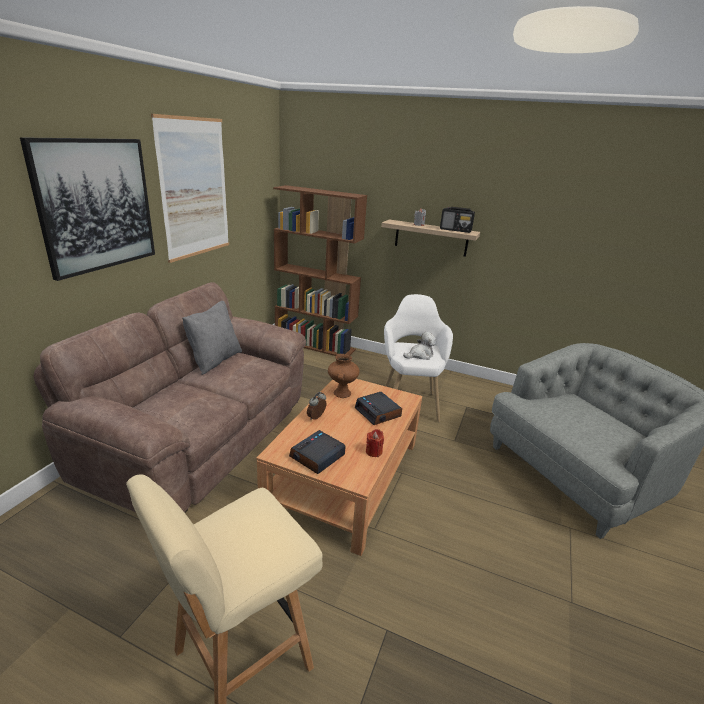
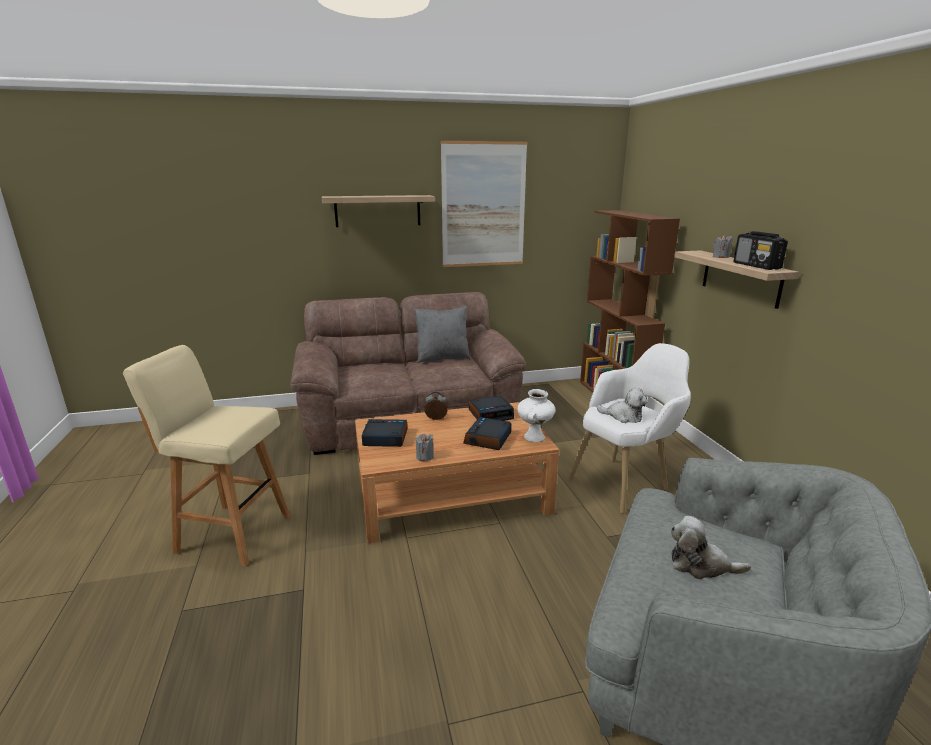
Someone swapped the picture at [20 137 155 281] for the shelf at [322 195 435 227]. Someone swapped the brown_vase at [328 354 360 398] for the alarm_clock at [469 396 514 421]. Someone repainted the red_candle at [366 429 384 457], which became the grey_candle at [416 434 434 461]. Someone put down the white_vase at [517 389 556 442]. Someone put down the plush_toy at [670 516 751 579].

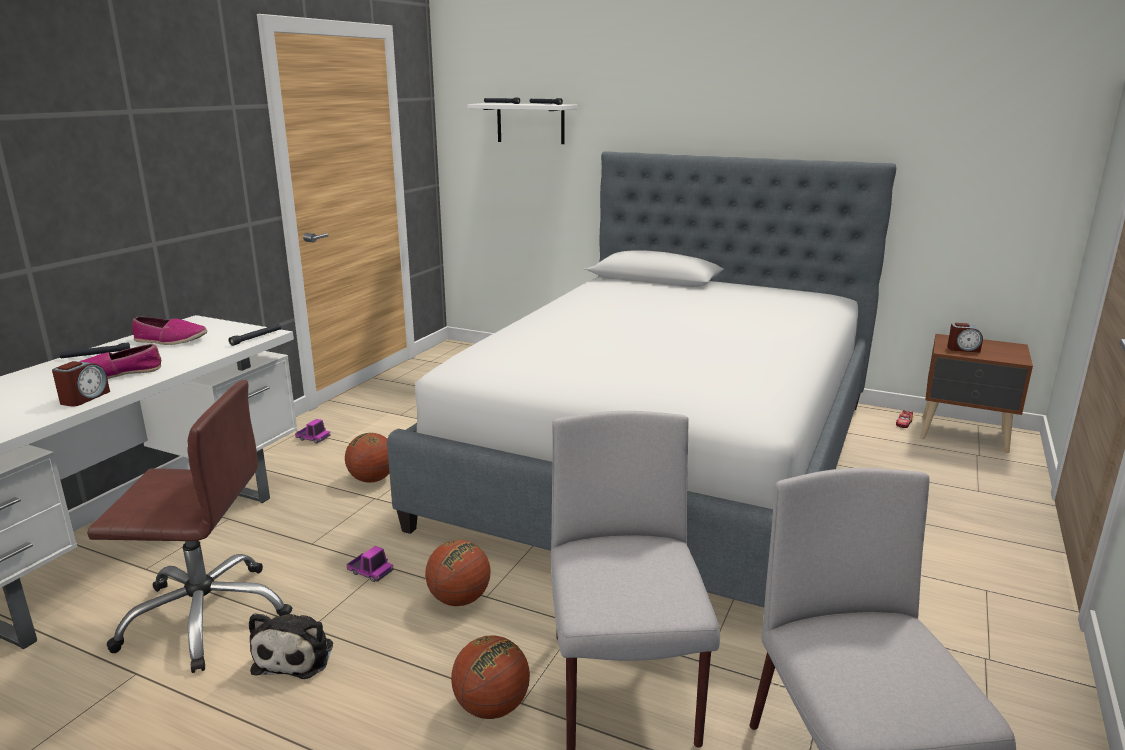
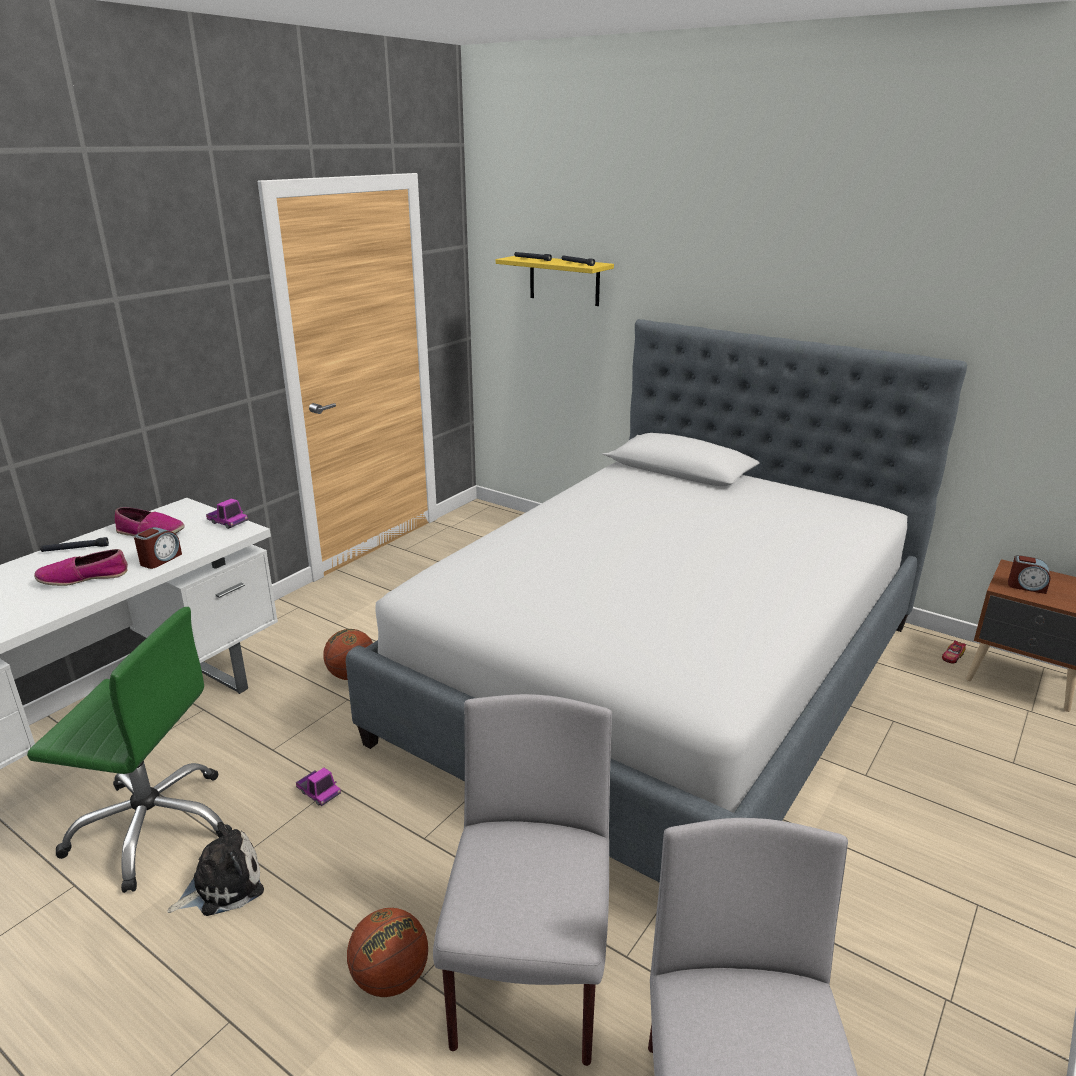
Someone repainted the white_shelf at [467 103 578 144], which became the yellow_shelf at [496 256 614 306]. Someone took away the black_flashlight at [229 324 281 346]. Someone carried the alarm_clock from [52 361 110 407] to [134 527 182 569]. Someone repainted the brown_office_chair at [87 380 292 673], which became the green_office_chair at [27 607 232 893]. Someone carried the toy_truck from [295 419 331 443] to [206 498 248 529]. Someone took away the basketball at [425 540 490 606]. Someone rotated the plush_toy at [249 613 333 679] by 135 degrees counterclockwise.

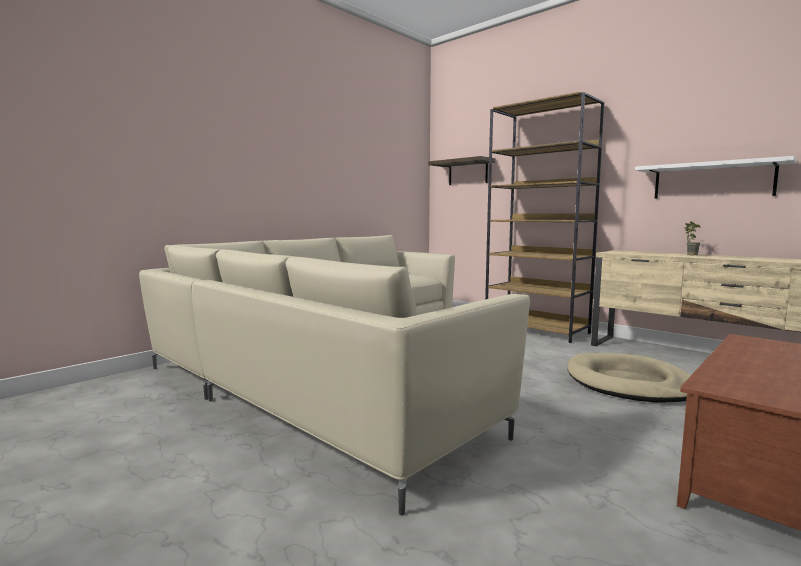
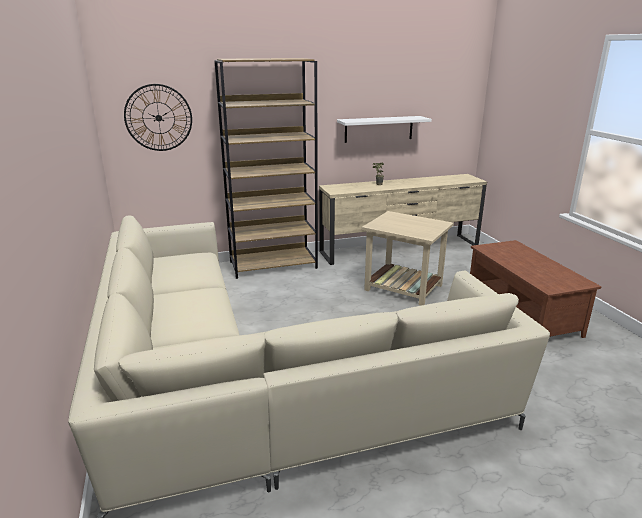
Someone swapped the shelf at [428 156 496 185] for the wall_clock at [124 84 192 151]. Someone swapped the beige_dog_bed at [568 353 691 403] for the beige_side_table at [361 211 454 305].

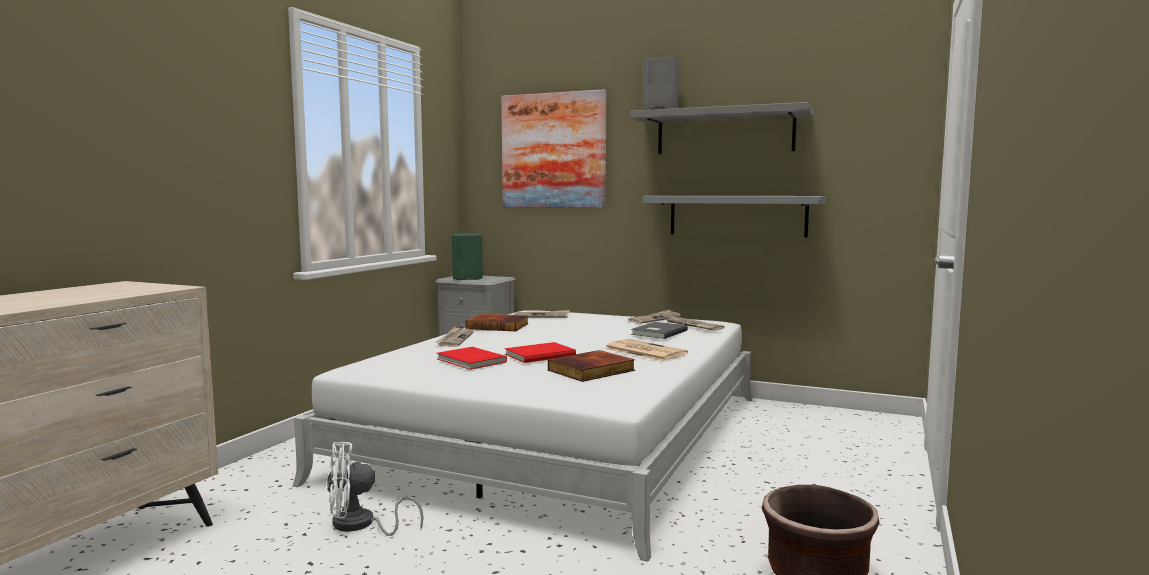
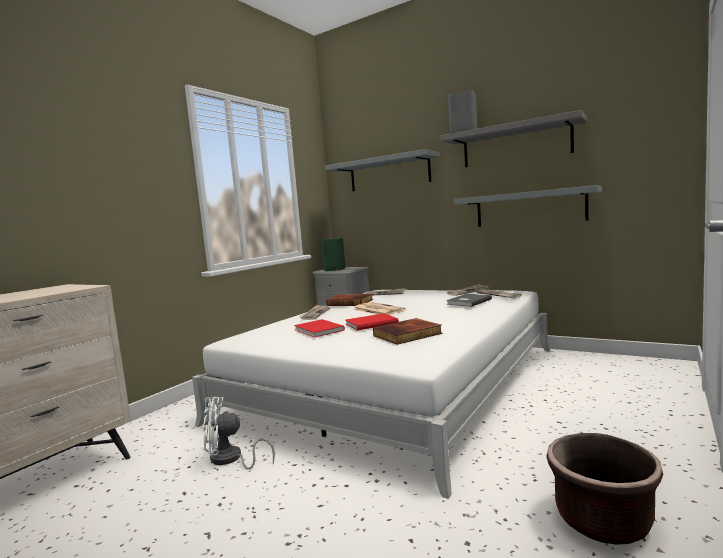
Someone swapped the picture at [501 89 607 208] for the grey_shelf at [325 149 440 191]. Someone carried the newspaper from [604 339 688 361] to [354 302 406 315].

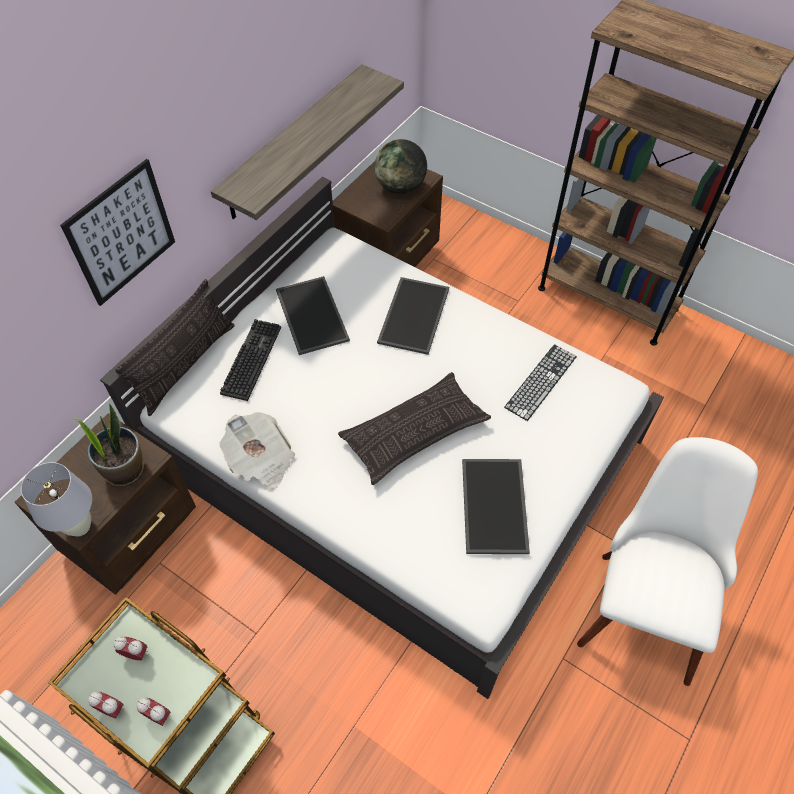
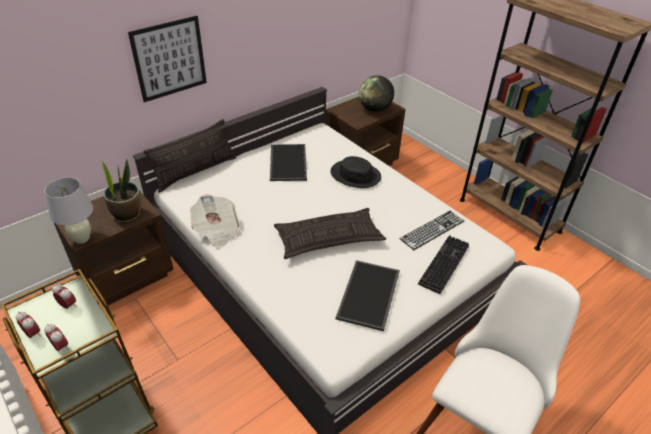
Someone took away the shelf at [211 64 404 220]. Someone swapped the tray at [377 277 449 355] for the black_hat at [331 156 381 188]. Someone carried the keyboard from [220 319 281 401] to [418 235 469 294].

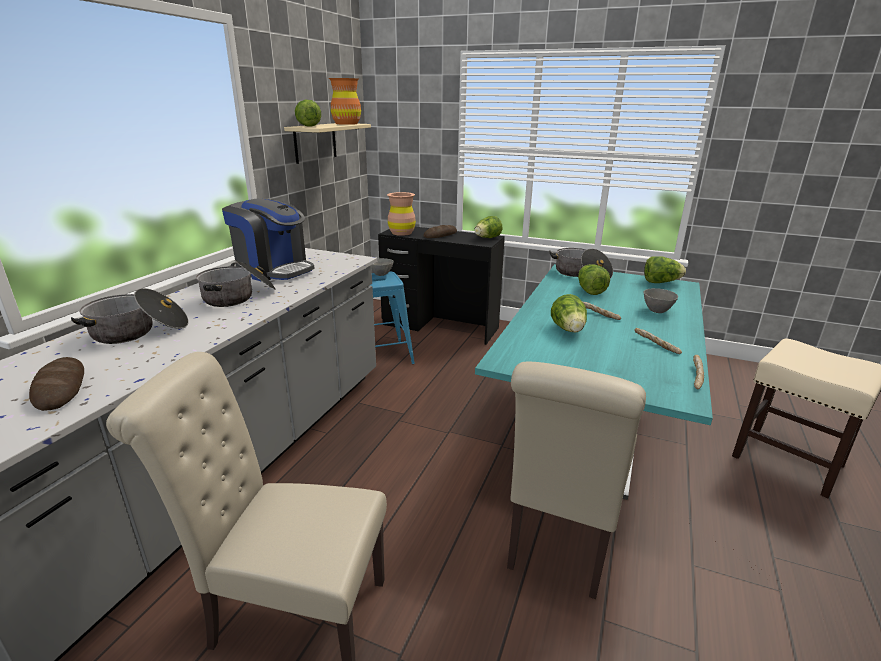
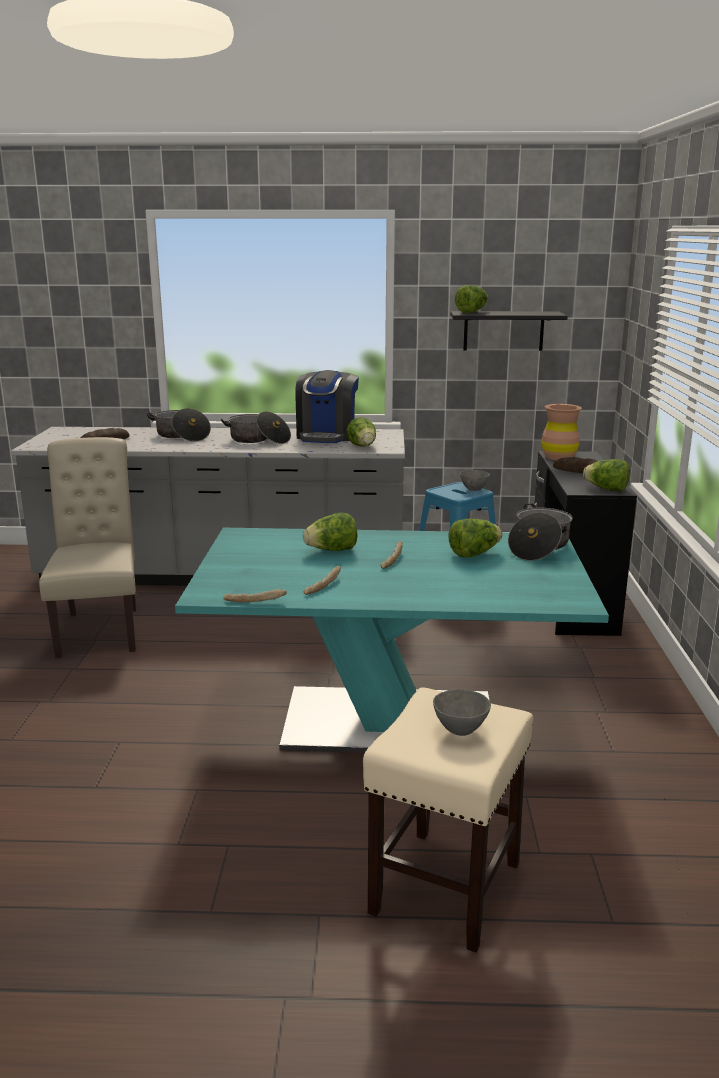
Someone took away the orange_vase at [329 78 361 125]. Someone repainted the beige_shelf at [284 123 371 164], which became the black_shelf at [450 311 568 351]. Someone carried the lettuce from [644 256 686 283] to [346 417 376 447]. Someone carried the grey_bowl from [644 288 678 313] to [433 689 491 736]. Someone took away the beige_chair at [507 362 646 599].

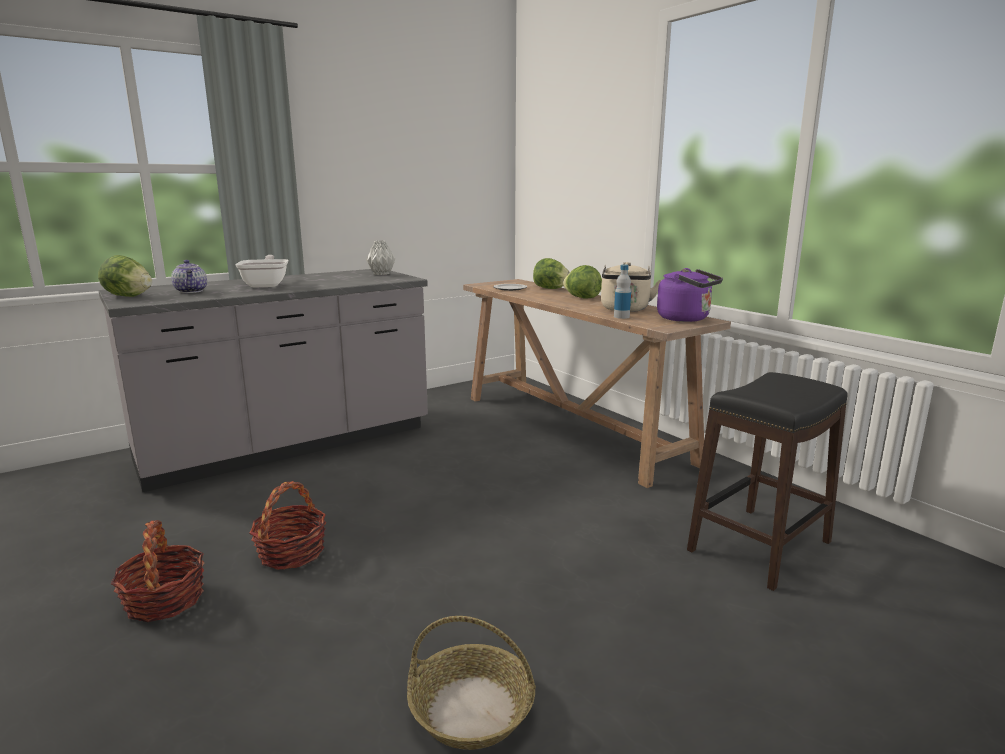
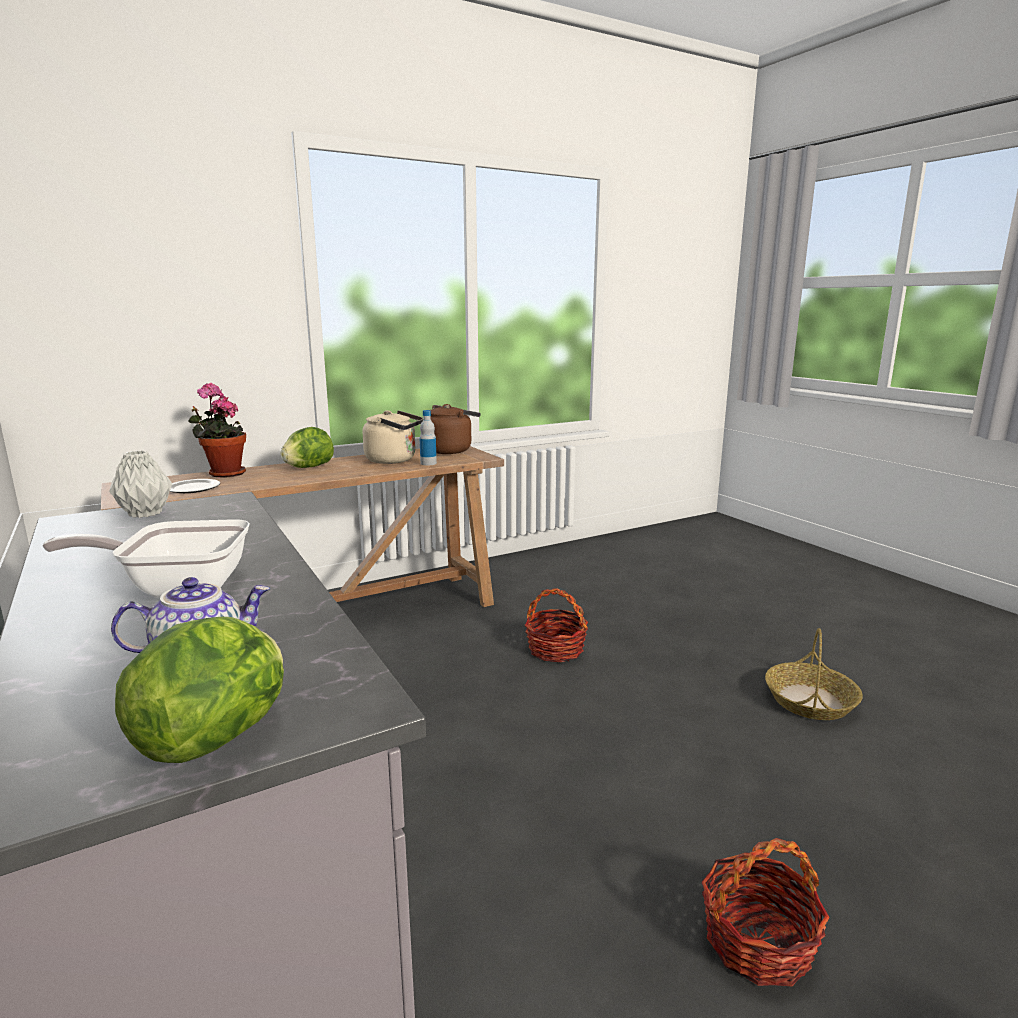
Someone swapped the lettuce at [533 258 570 289] for the potted_plant at [189 383 246 478]. Someone repainted the purple_kettle at [657 268 723 322], which became the brown_kettle at [430 404 481 454]. Someone took away the black_stool at [687 372 848 591]. Someone carried the basket from [249 481 326 570] to [525 588 588 662].

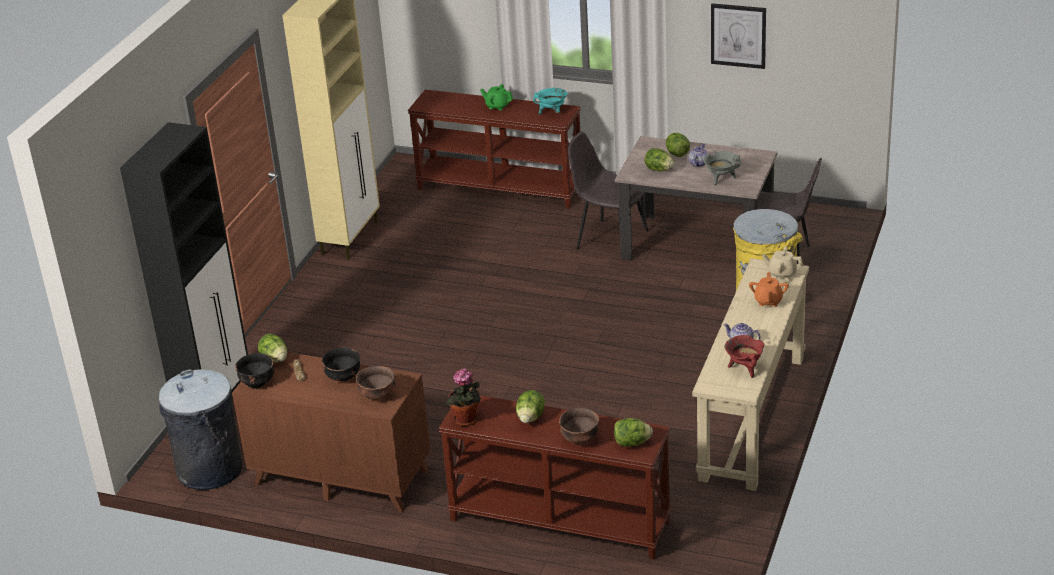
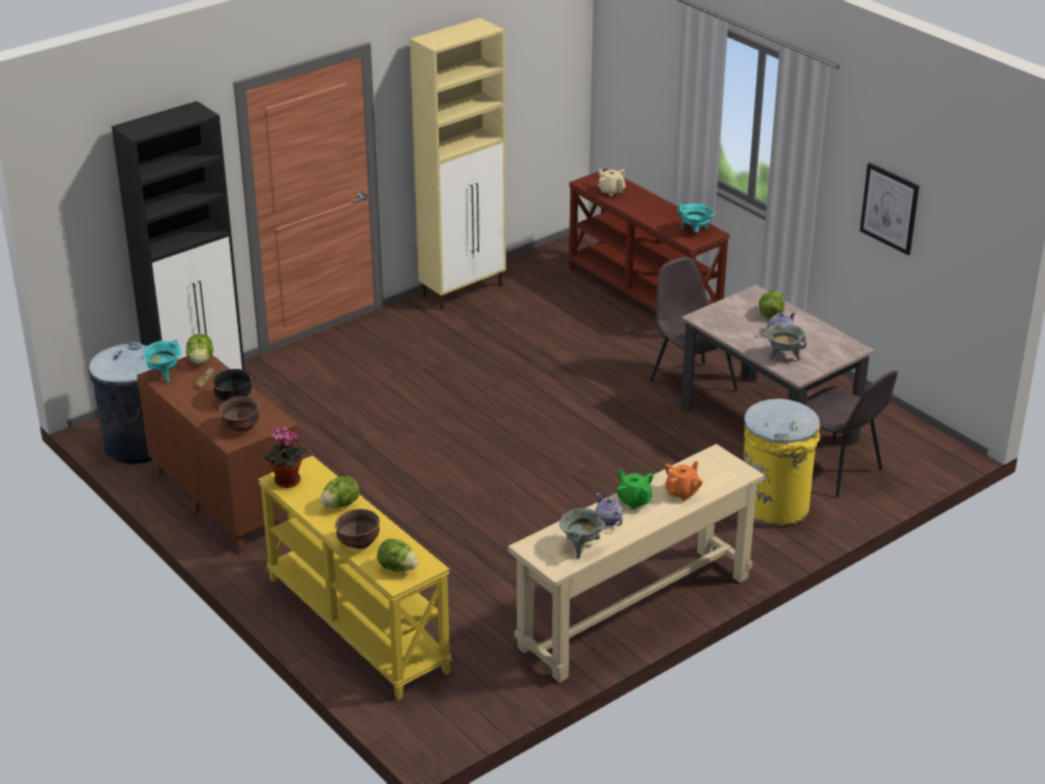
Someone carried the green_teapot from [480 84 513 111] to [616 470 653 509]. Someone took away the lettuce at [644 148 674 172]. Someone carried the beige_teapot from [762 247 803 279] to [598 168 626 196]. Someone repainted the red_cooking_pot at [724 335 765 378], which became the grey_cooking_pot at [559 508 605 559]. Someone swapped the black_bowl at [235 353 274 389] for the turquoise_cooking_pot at [143 339 182 383]. Someone repainted the brown_console_table at [439 395 671 559], which became the yellow_console_table at [258 455 452 700].

